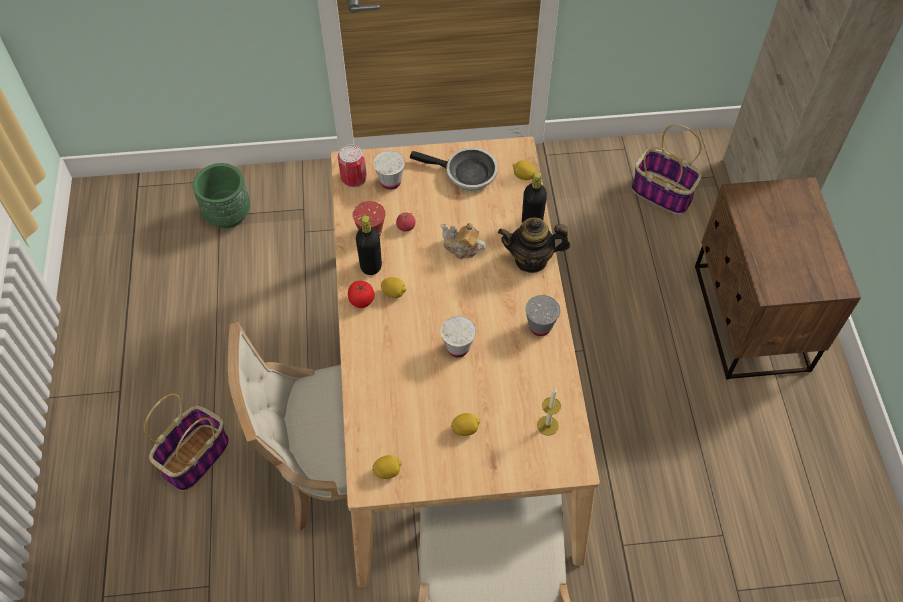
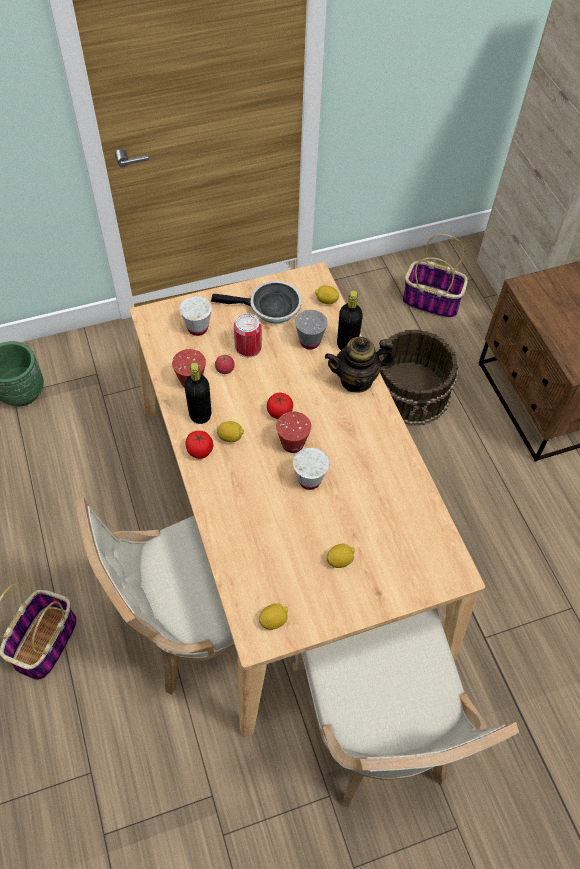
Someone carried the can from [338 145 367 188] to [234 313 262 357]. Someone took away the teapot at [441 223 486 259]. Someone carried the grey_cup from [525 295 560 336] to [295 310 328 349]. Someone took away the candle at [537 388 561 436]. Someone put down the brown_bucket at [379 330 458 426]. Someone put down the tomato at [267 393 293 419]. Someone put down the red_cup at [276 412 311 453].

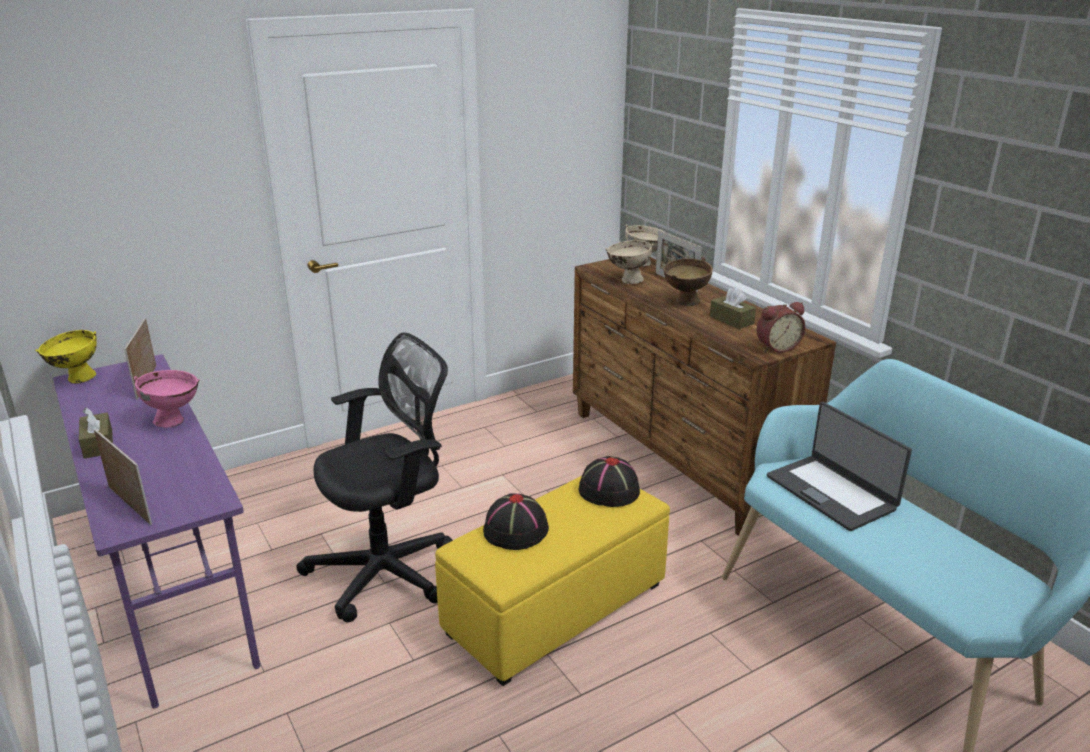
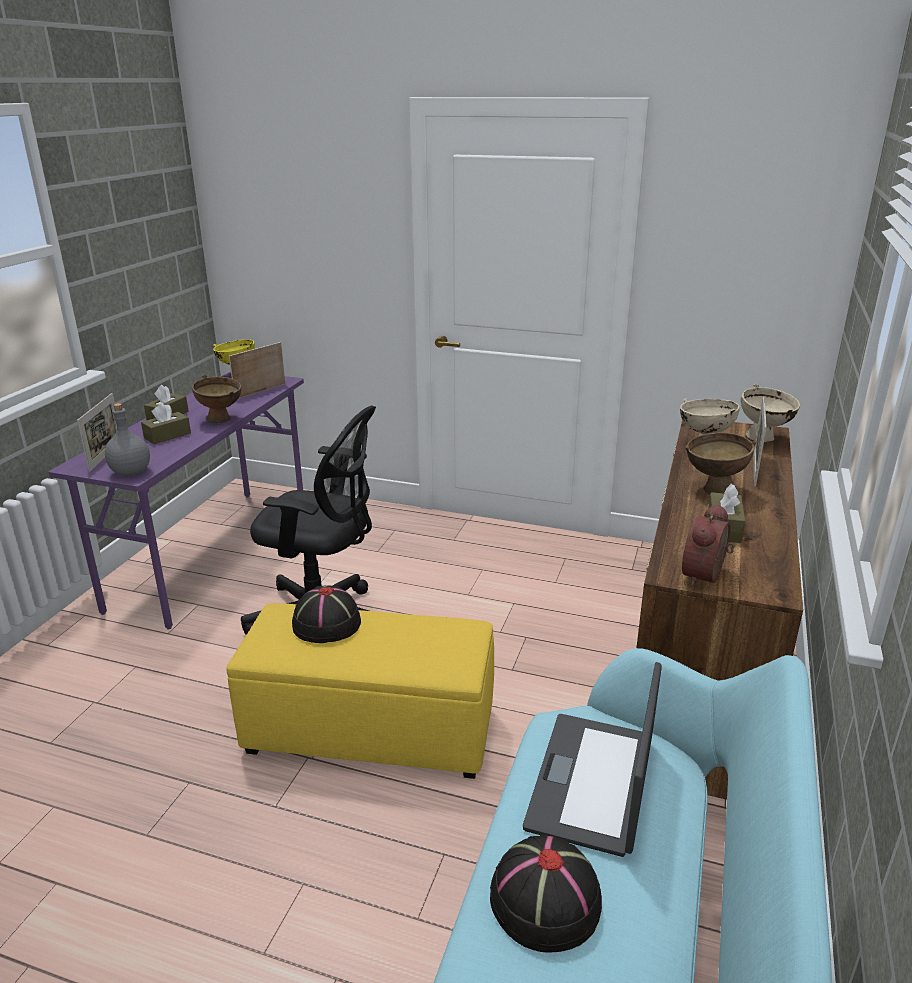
Someone rotated the alarm_clock at [757 302 805 353] by 90 degrees clockwise. Someone repainted the pink_bowl at [134 370 200 428], which became the brown_bowl at [192 375 241 423]. Someone carried the black_hat from [579 456 640 507] to [490 836 602 952]. Someone put down the grey_bottle at [105 403 150 476]. Someone put down the brown_tissue_box at [141 403 191 444].

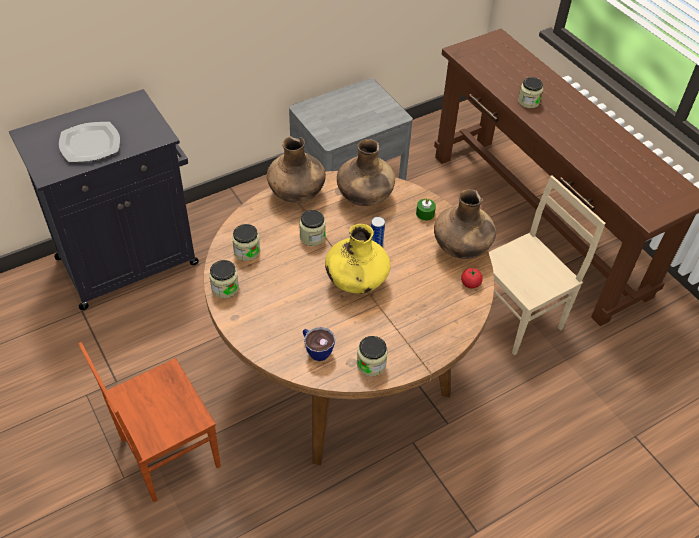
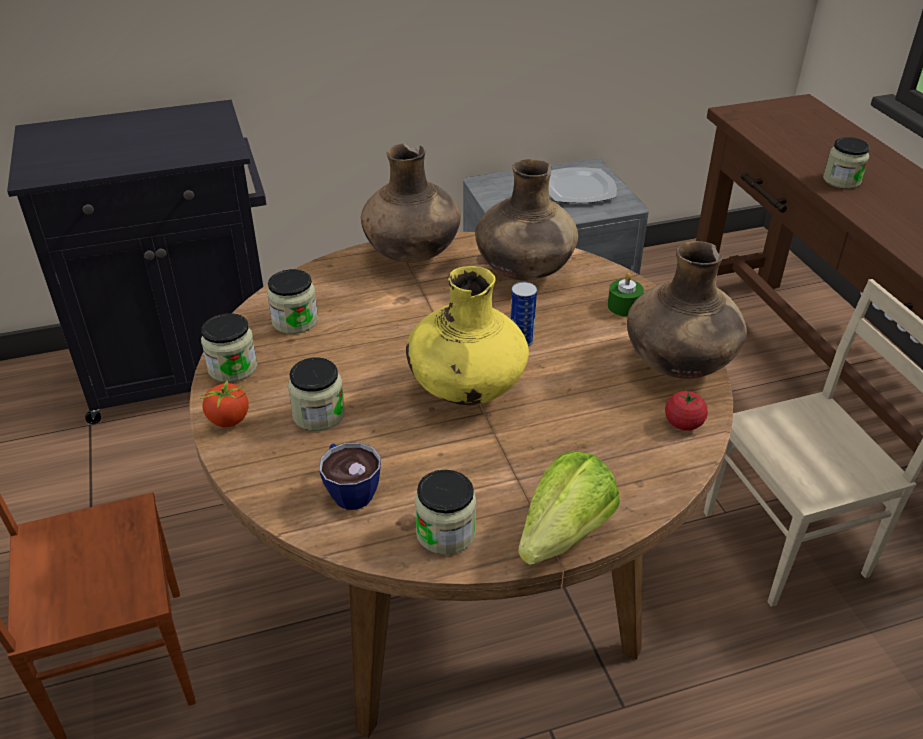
Someone carried the plate from [59 122 120 162] to [549 167 617 203]. Someone carried the jar from [299 210 326 246] to [288 357 345 431]. Someone put down the tomato at [200 378 249 427]. Someone put down the lettuce at [518 451 620 565].

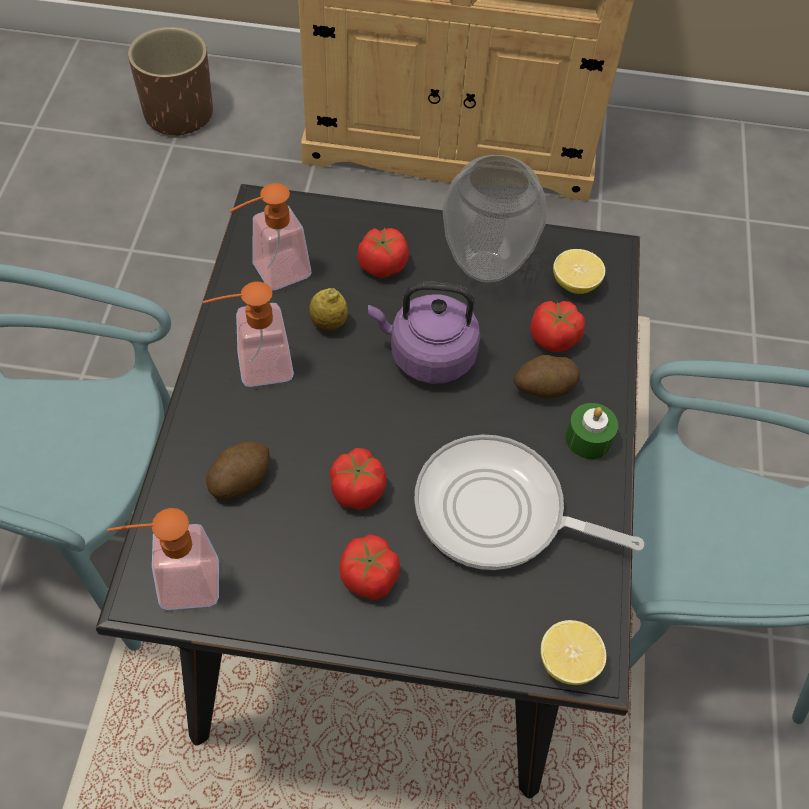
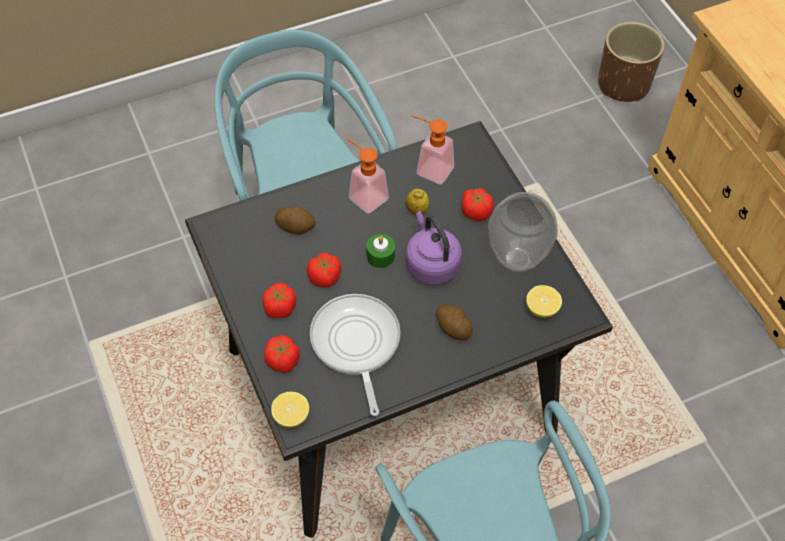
Someone carried the tomato from [530 301 585 352] to [264 335 300 373]. Someone carried the green_candle from [565 403 618 459] to [367 234 395 268]. Someone took away the soap_dispenser at [107 508 219 610].

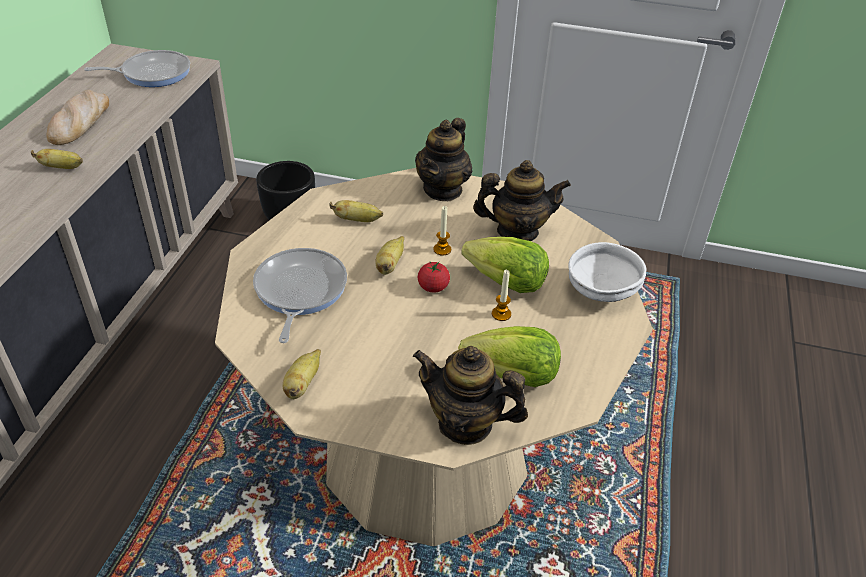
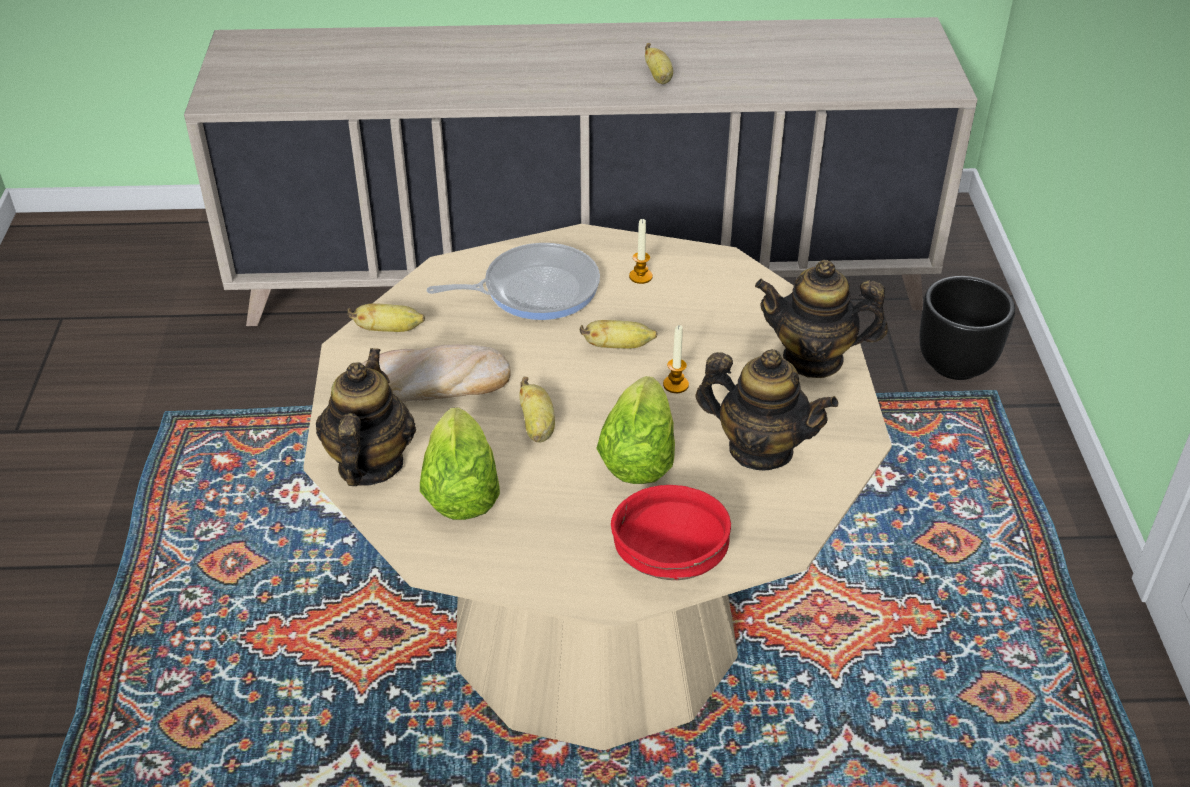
Someone took away the frying_pan at [84 50 190 87]. Someone carried the bread from [46 90 109 145] to [362 344 511 402]. Someone rotated the teapot at [473 160 571 241] by 45 degrees counterclockwise. Someone carried the banana from [329 200 383 222] to [519 377 555 443]. Someone repainted the white_bowl at [568 242 646 302], which became the red_bowl at [611 485 731 580]. Someone took away the tomato at [418 262 450 293]. Someone carried the candle from [492 270 511 321] to [629 219 653 284].

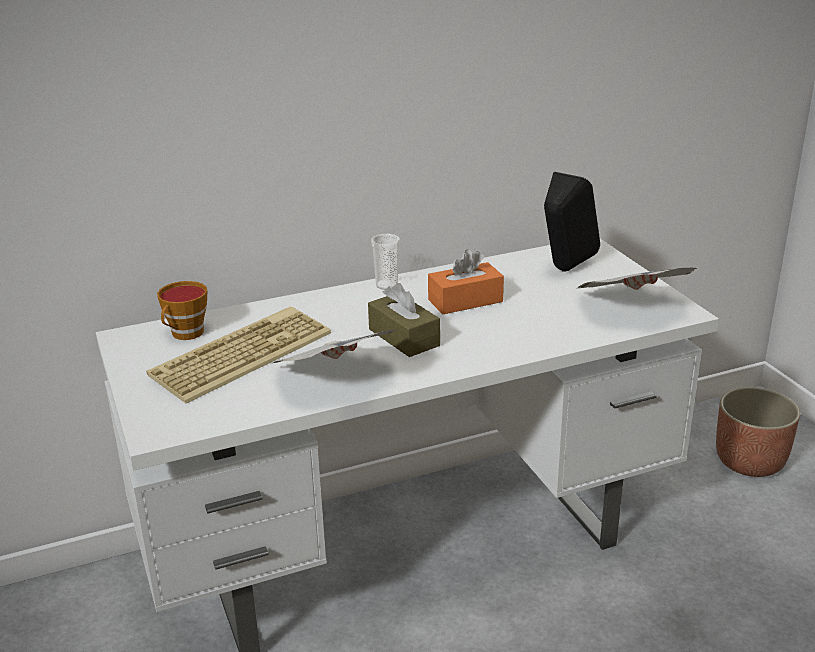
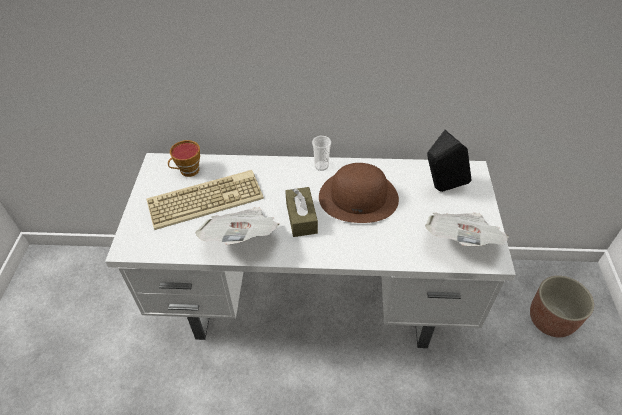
Someone swapped the orange_tissue_box at [428 249 504 314] for the brown_hat at [319 163 399 223].

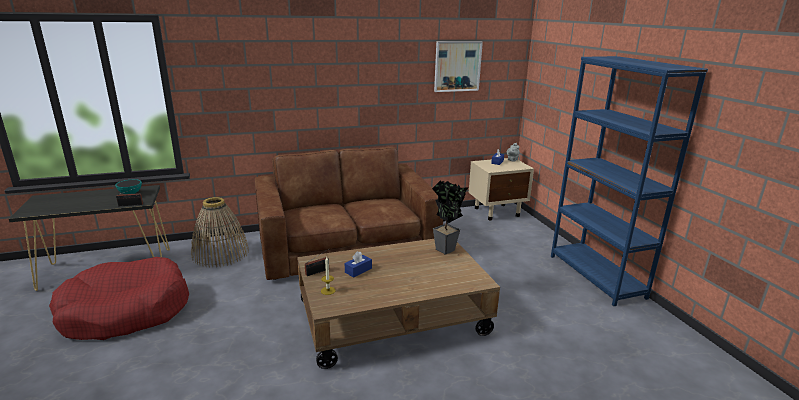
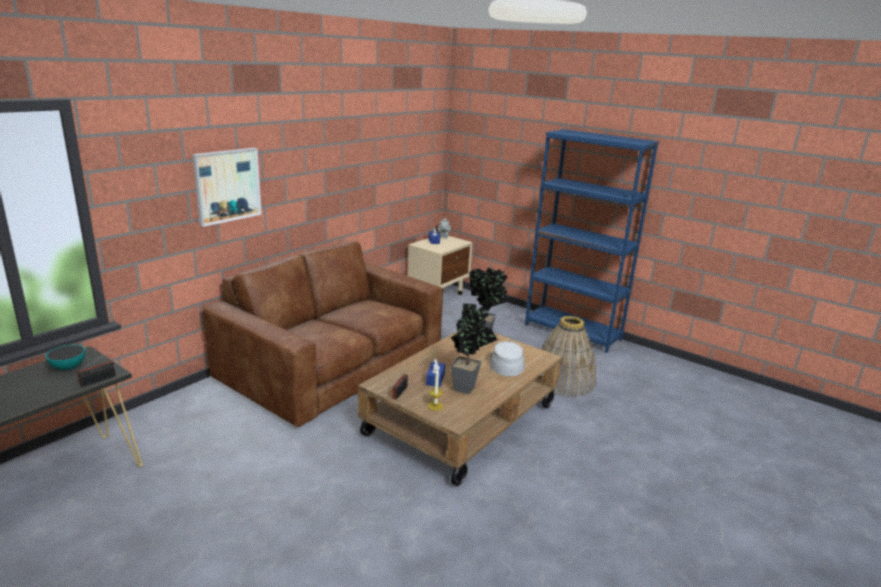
Someone carried the picture from [434 41 483 92] to [192 148 262 227]. Someone carried the basket from [191 197 249 268] to [541 316 596 398]. Someone took away the red_dog_bed at [49 257 189 340]. Someone put down the potted_plant at [451 303 497 394]. Someone put down the grey_hat at [489 341 525 377].

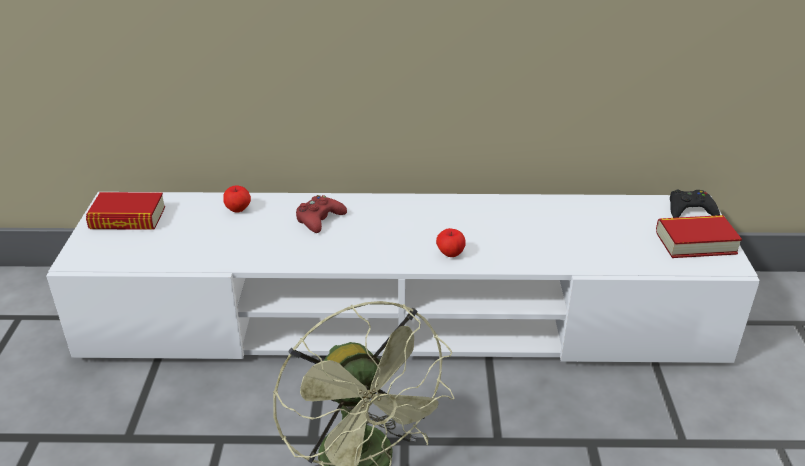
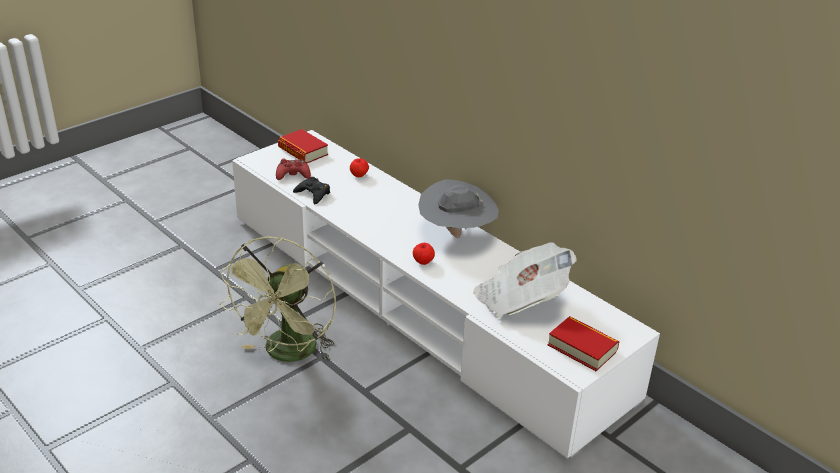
Someone carried the black_game_controller from [670 189 720 218] to [293 177 330 204]. Someone carried the red_game_controller from [296 195 347 233] to [276 158 311 180]. Someone put down the grey_hat at [418 179 499 238]. Someone put down the newspaper at [473 243 577 318].

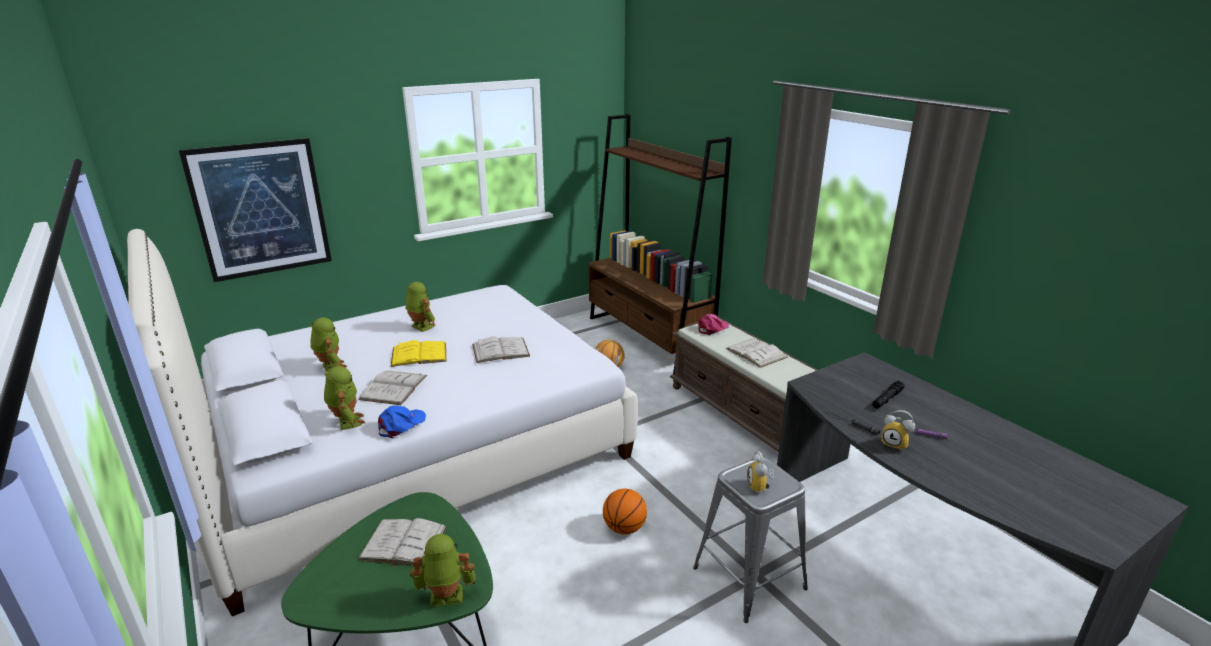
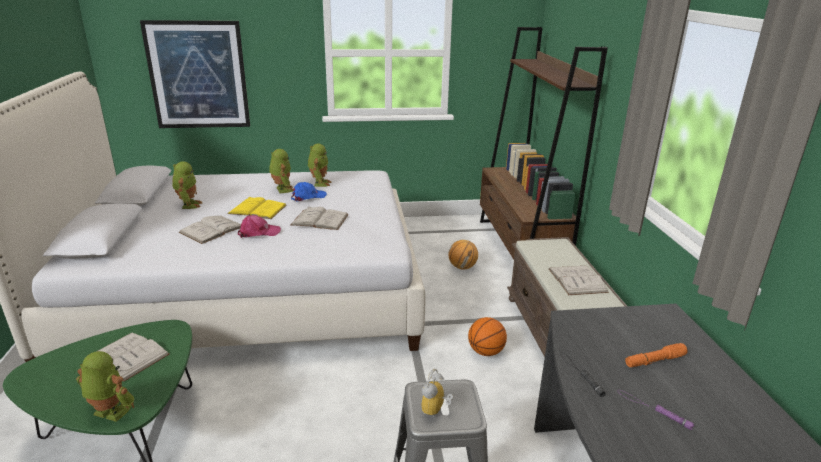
Someone carried the pink_cap from [698 314 729 335] to [238 215 281 238]. Someone carried the toy_robot from [324 366 365 430] to [308 144 331 187]. Someone repainted the black_flashlight at [872 381 905 408], which became the orange_flashlight at [625 343 687 367]. Someone carried the blue_cap from [378 406 426 438] to [291 182 327 202]. Someone took away the alarm_clock at [881 410 915 451]. Someone carried the basketball from [603 489 647 534] to [468 317 507 356].

